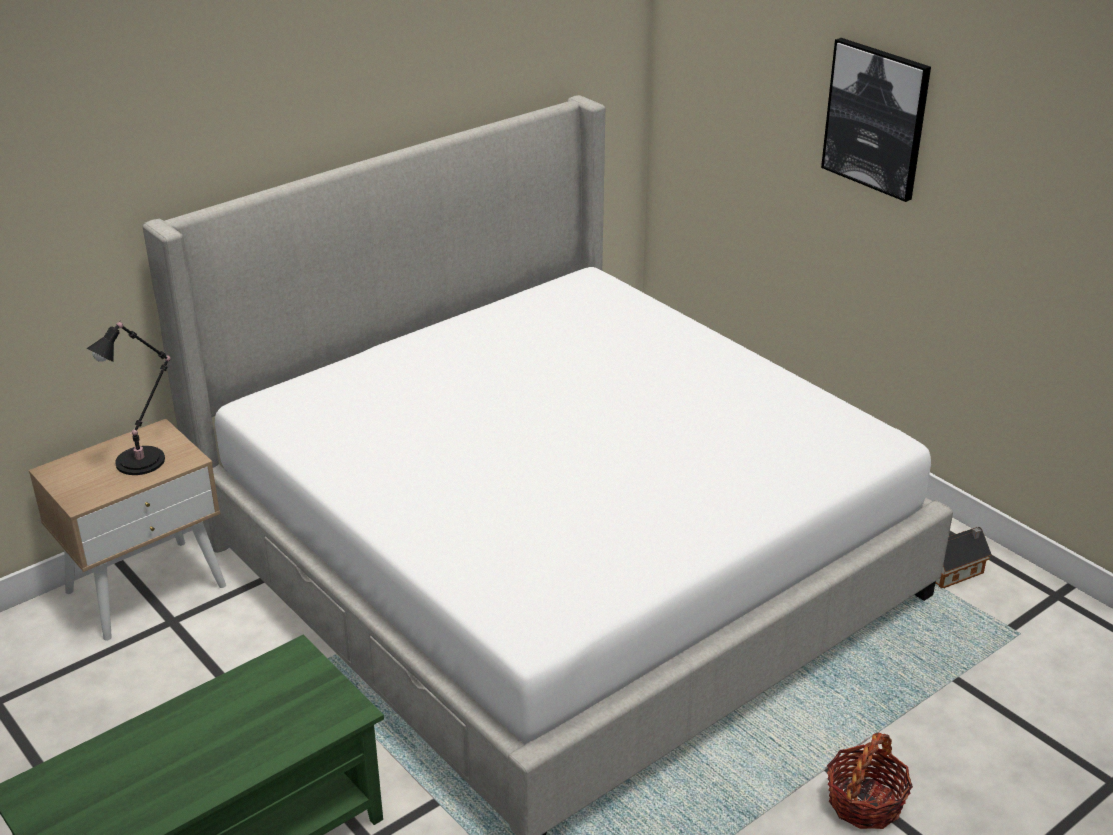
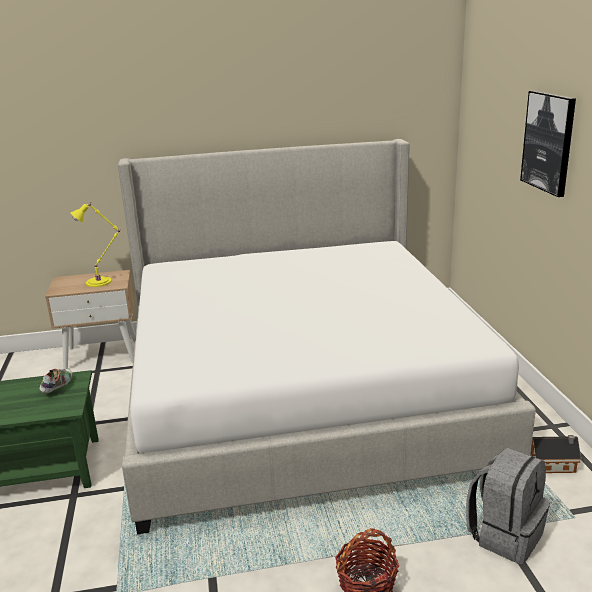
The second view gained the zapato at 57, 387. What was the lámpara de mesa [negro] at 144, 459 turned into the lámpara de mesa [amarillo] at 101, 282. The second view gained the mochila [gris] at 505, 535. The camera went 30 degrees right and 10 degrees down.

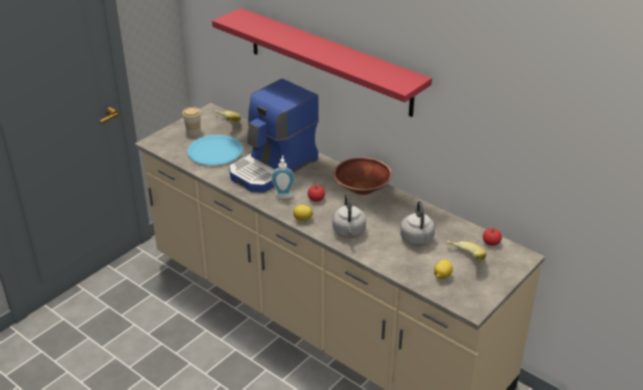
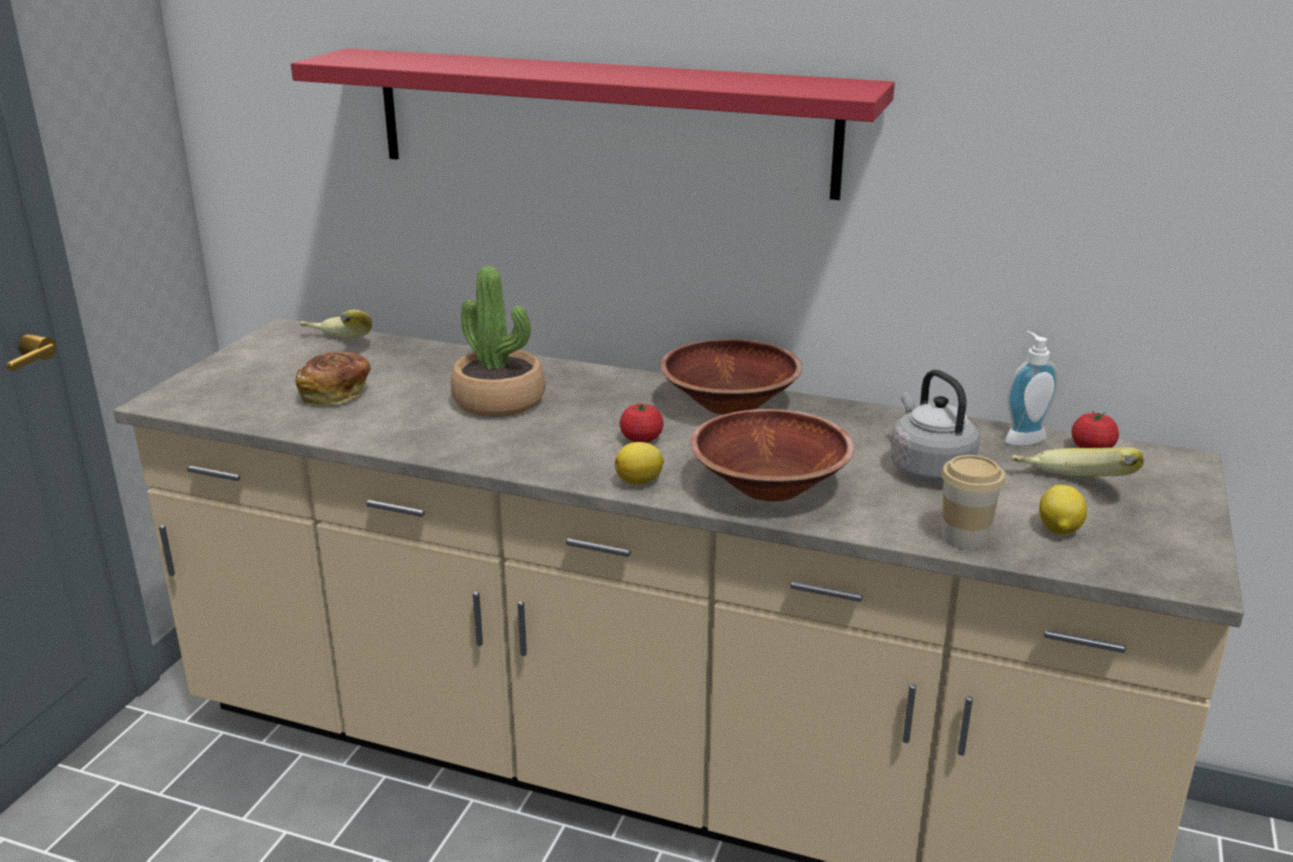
Where the plato [azul] stood at 215, 151, the pan came to stand at 336, 394. Where the cafetera stood at 274, 168, the planta en maceta came to stand at 499, 401. Where the hervidor [gris] stood at 349, 232, the cuenco [marrón] came to stand at 770, 487. The taza ended up elsewhere, having gone from 193, 132 to 964, 537. The dispensador de jabón ended up elsewhere, having gone from 283, 195 to 1021, 438. The camera went 20 degrees left and 10 degrees down.

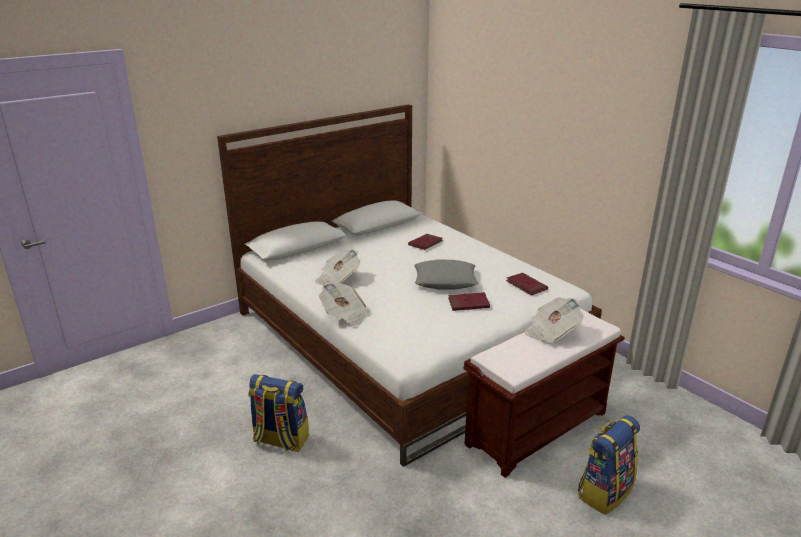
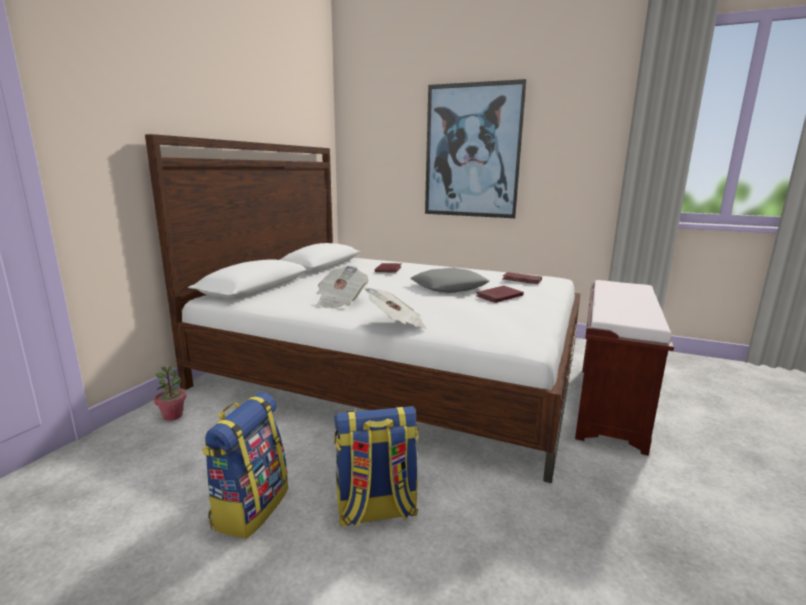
The second view gained the planta en maceta at 173, 416. The mochila ended up elsewhere, having gone from 604, 491 to 250, 507. The second view gained the cuadro at 472, 151. The second view lost the periódico at 551, 332. The camera went 30 degrees left and 10 degrees down.

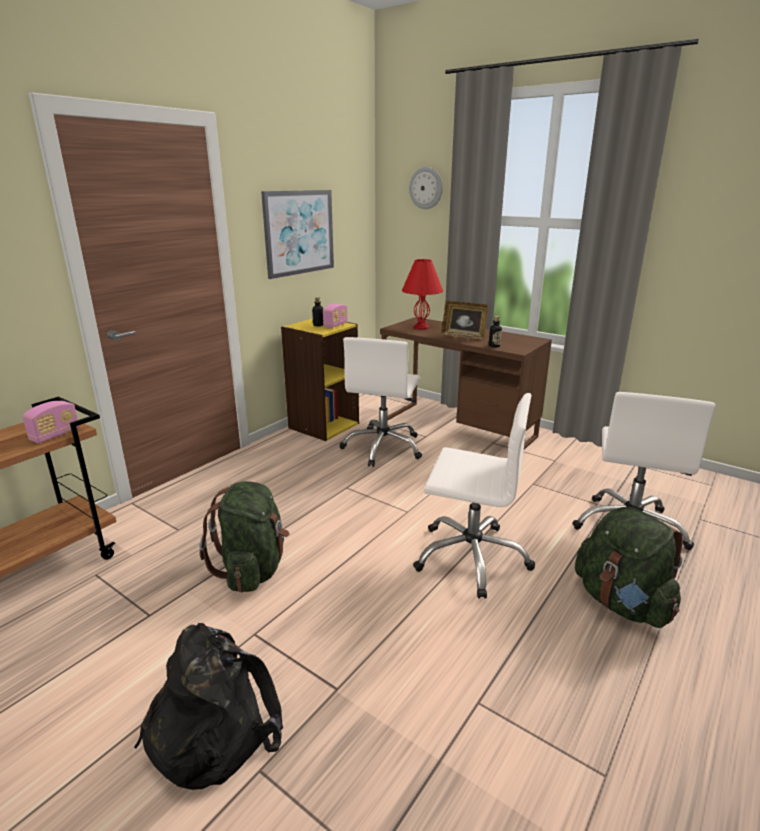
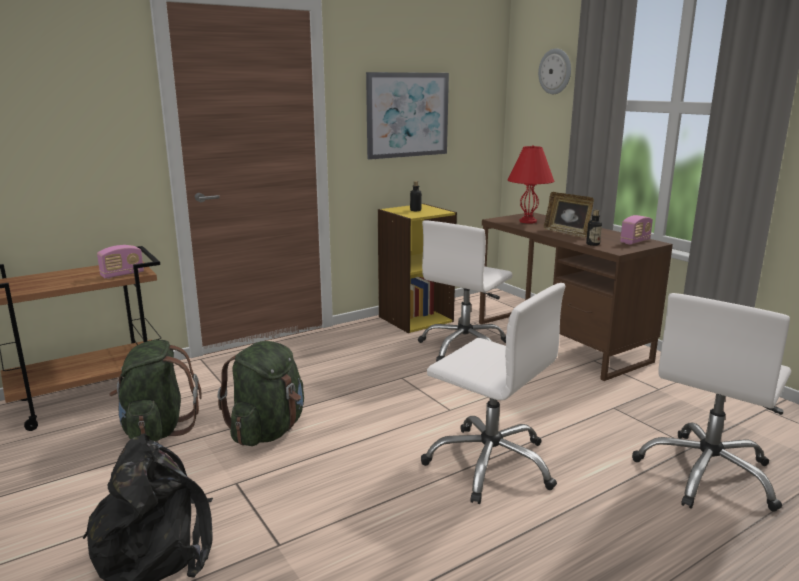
The mochila [verde] ended up elsewhere, having gone from 622, 603 to 157, 429. The radio ended up elsewhere, having gone from 335, 325 to 635, 242. The camera went 20 degrees right and 5 degrees down.

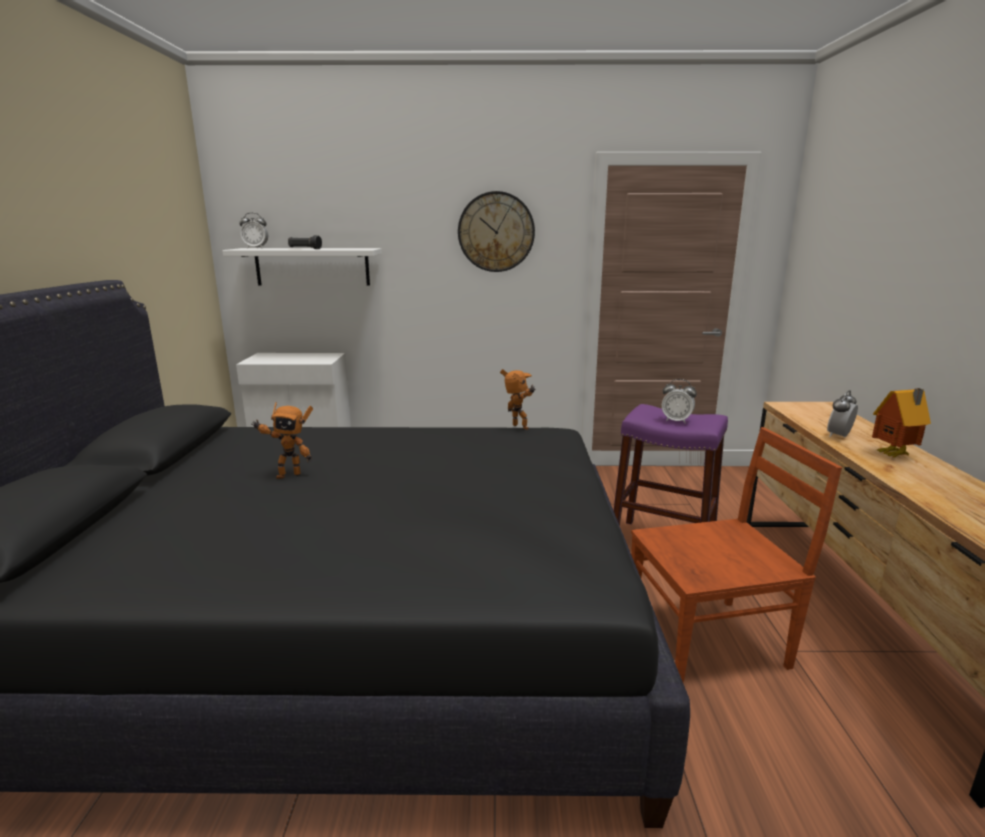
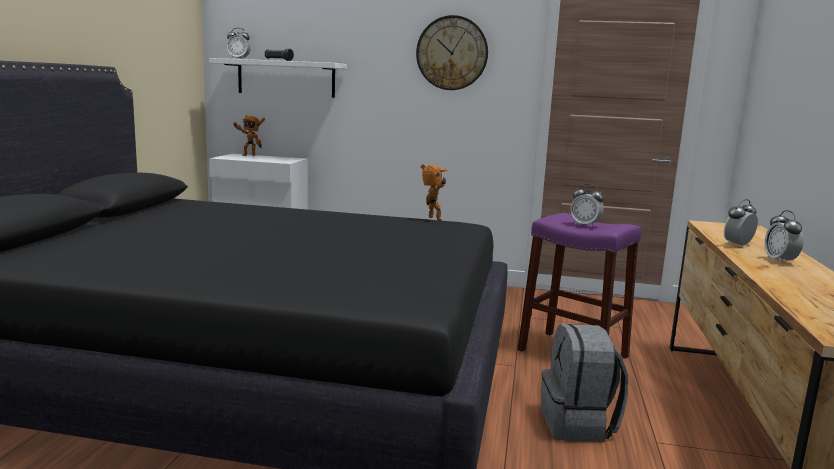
The robot de juguete ended up elsewhere, having gone from 288, 475 to 248, 155. Where the silla [marrón] stood at 709, 640, the mochila [gris] came to stand at 578, 424. Where the casita stood at 894, 455, the despertador came to stand at 780, 261. The camera went 10 degrees right and 5 degrees down.

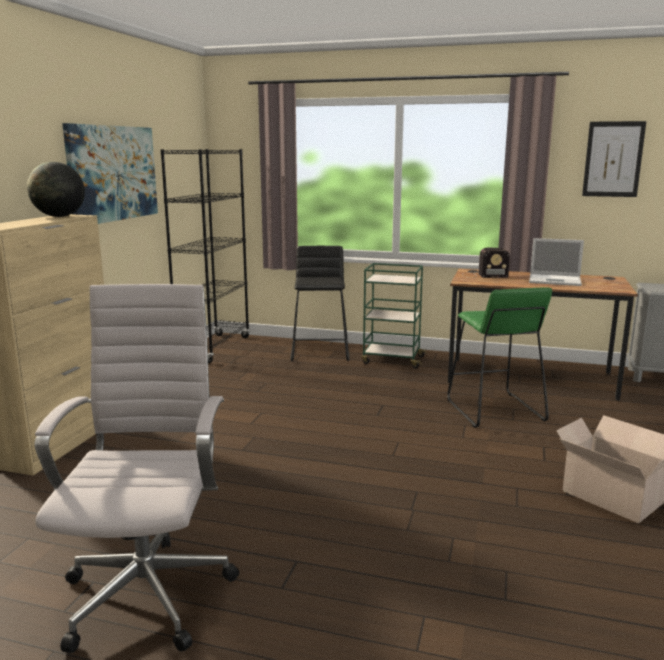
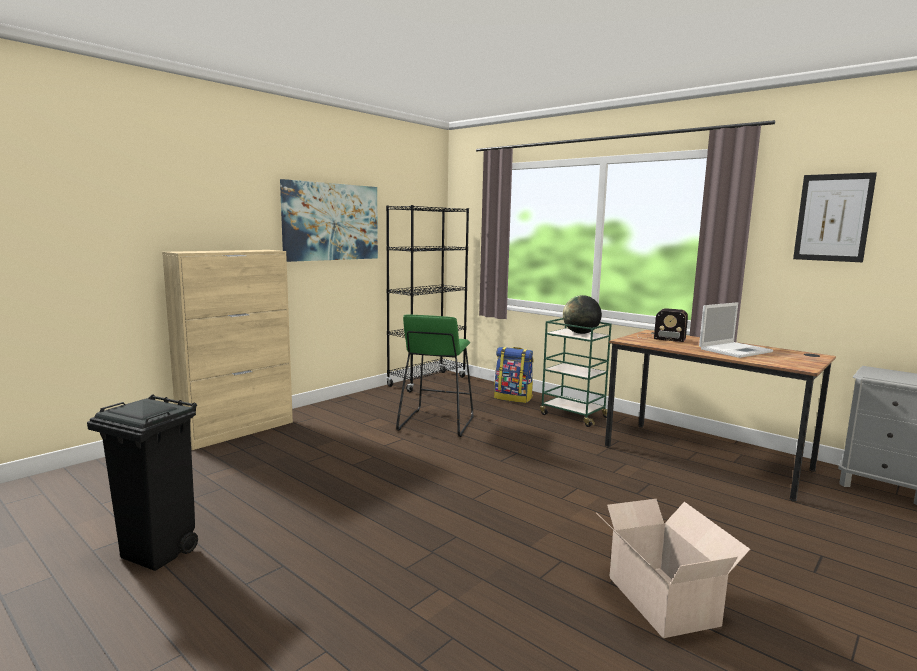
Where the silla de oficina [blanco] stood at 150, 590, the papelera [negro] came to stand at 158, 553. The taburete [verde] ended up elsewhere, having gone from 493, 410 to 436, 423. Where the taburete [negro] stood at 320, 352, the mochila came to stand at 513, 398. The globo terráqueo ended up elsewhere, having gone from 59, 216 to 581, 333. The portátil at 556, 280 ended up facing another way, 75 degrees counterclockwise from before. The camera went 25 degrees right and 5 degrees down.

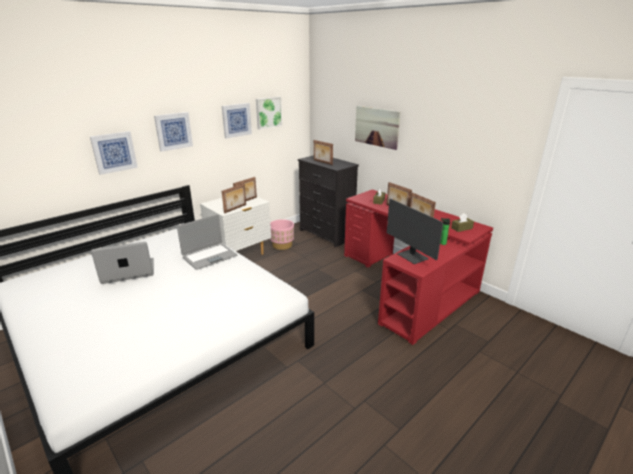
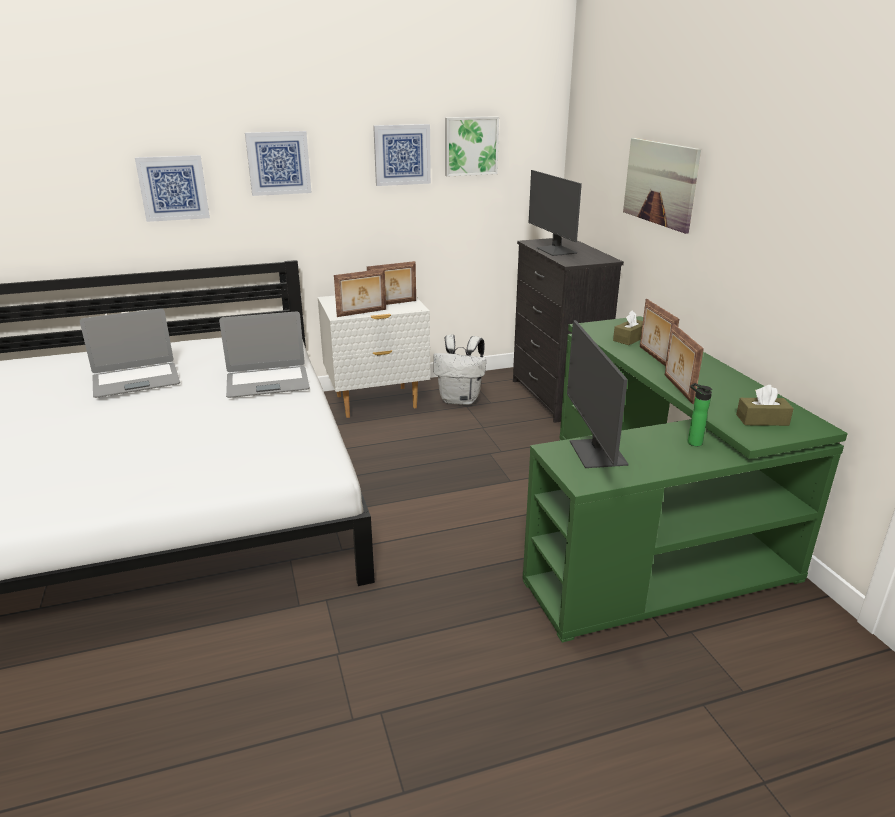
The portátil at 128, 272 ended up facing another way, 150 degrees clockwise from before. Where the maceta [rosa] stood at 282, 245, the mochila [blanco] came to stand at 460, 400. What was the escritorio [rojo] at 409, 284 turned into the escritorio [verde] at 651, 524. Where the portarretratos stood at 322, 162, the monitor came to stand at 555, 251. The camera went 25 degrees right and 0 degrees up.

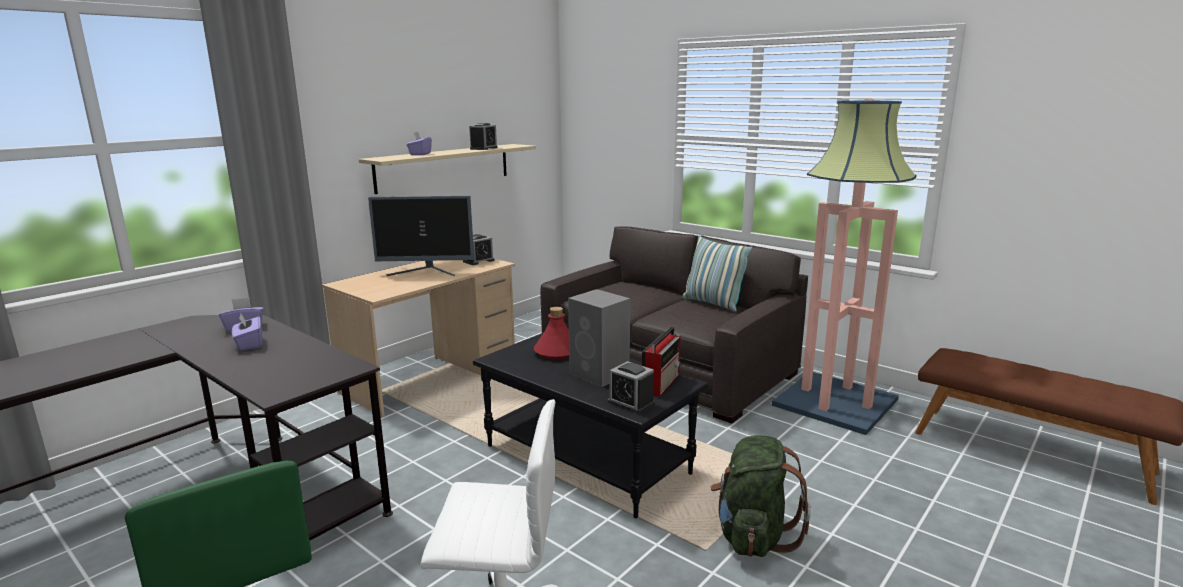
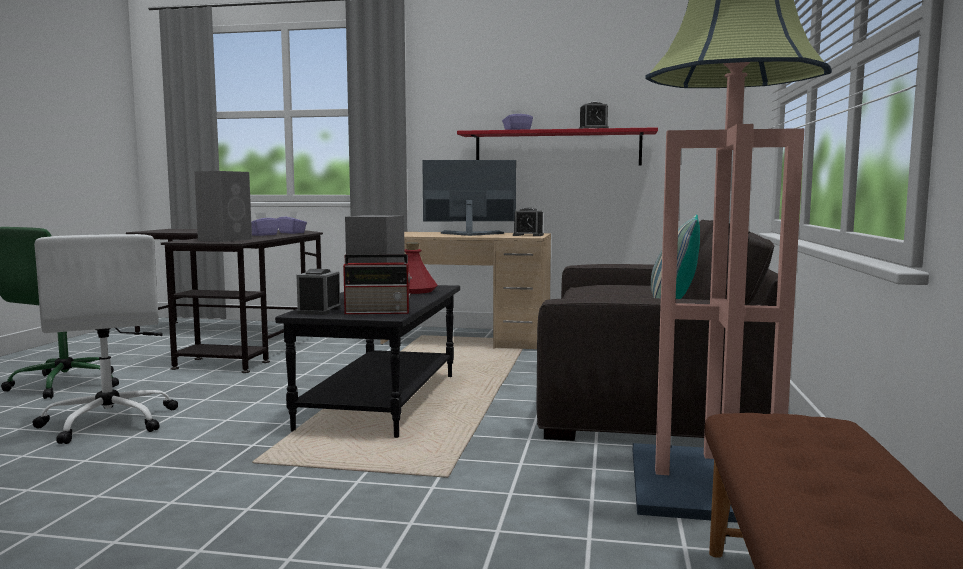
The second view gained the altavoz [gris] at 226, 240. The monitor at 426, 272 ended up facing another way, 120 degrees clockwise from before. What was the estante [beis] at 444, 167 turned into the estante [rojo] at 557, 149. The second view lost the mochila [verde] at 753, 536. The camera went 60 degrees right and 10 degrees down.

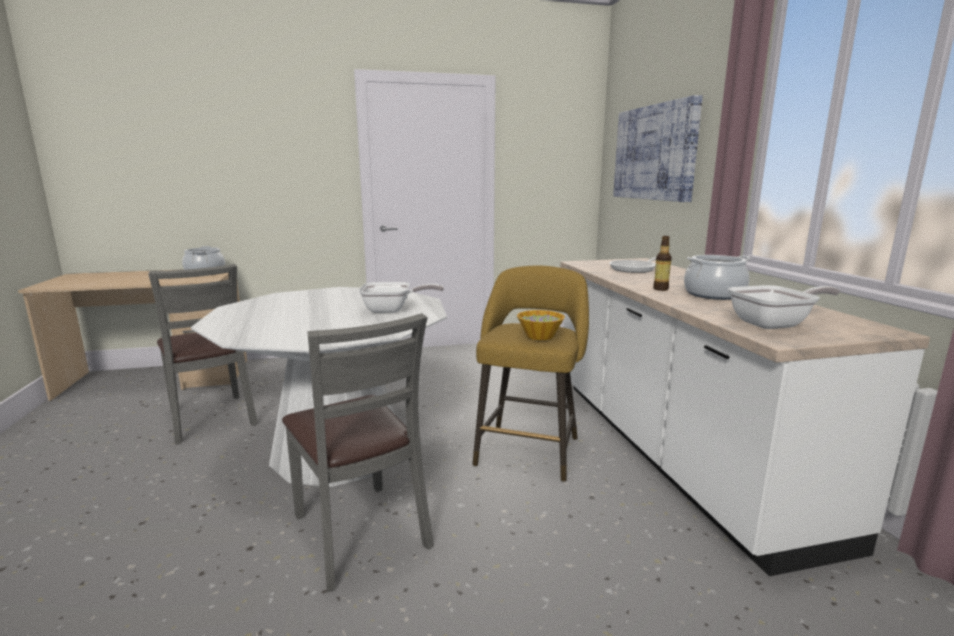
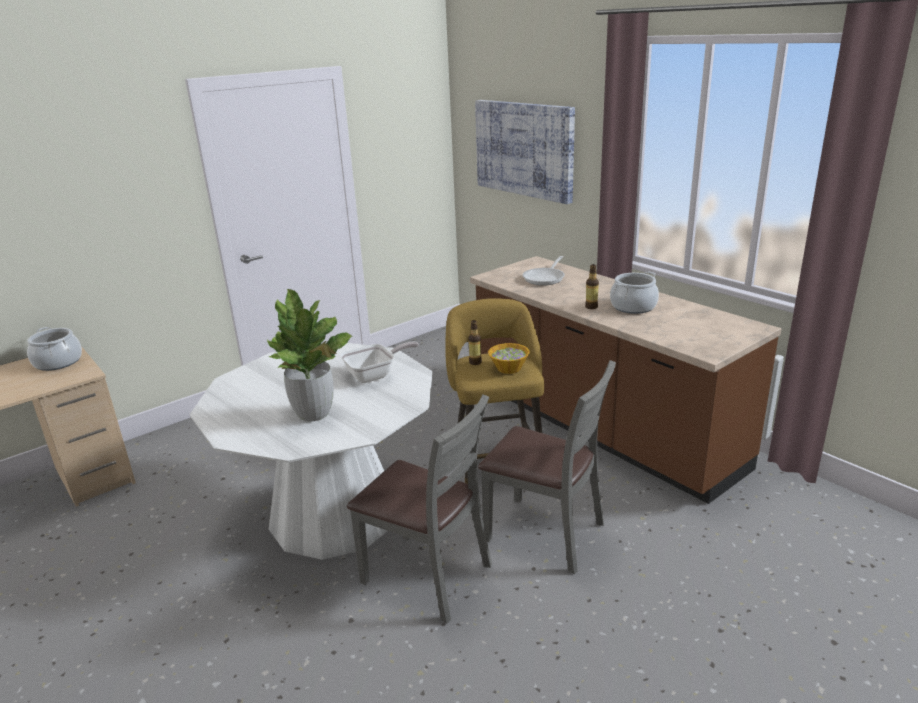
The second view gained the planta en maceta at 314, 414. The second view gained the botella at 475, 362. What was the mueble bajo de cocina [blanco] at 670, 450 turned into the mueble bajo de cocina [marrón] at 601, 428. The silla [gris] ended up elsewhere, having gone from 211, 418 to 546, 533. The second view lost the sartén at 775, 324. The camera went 25 degrees left and 10 degrees up.

